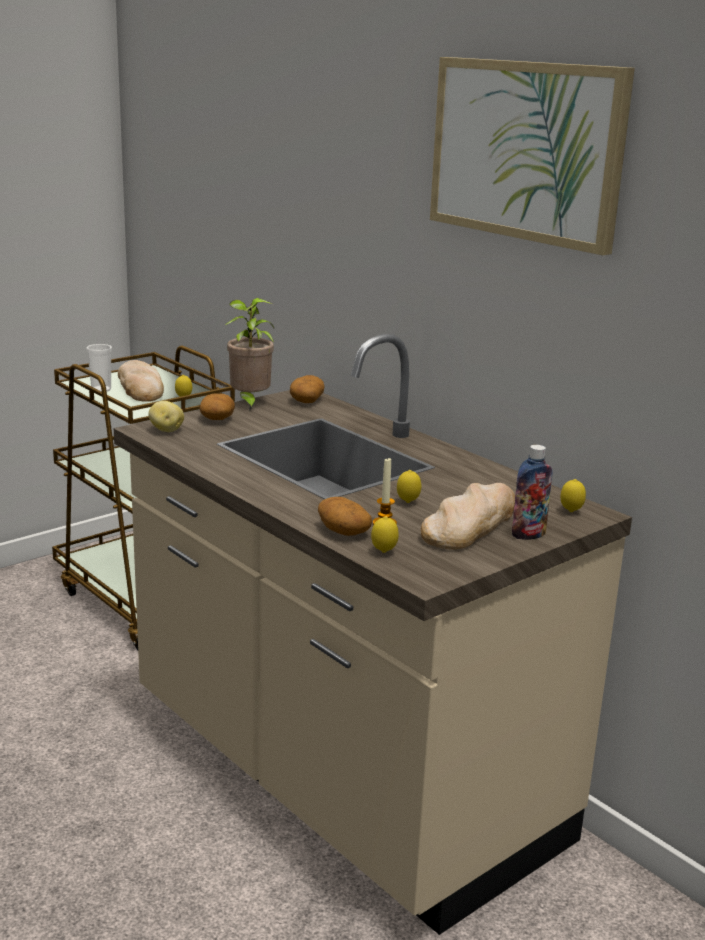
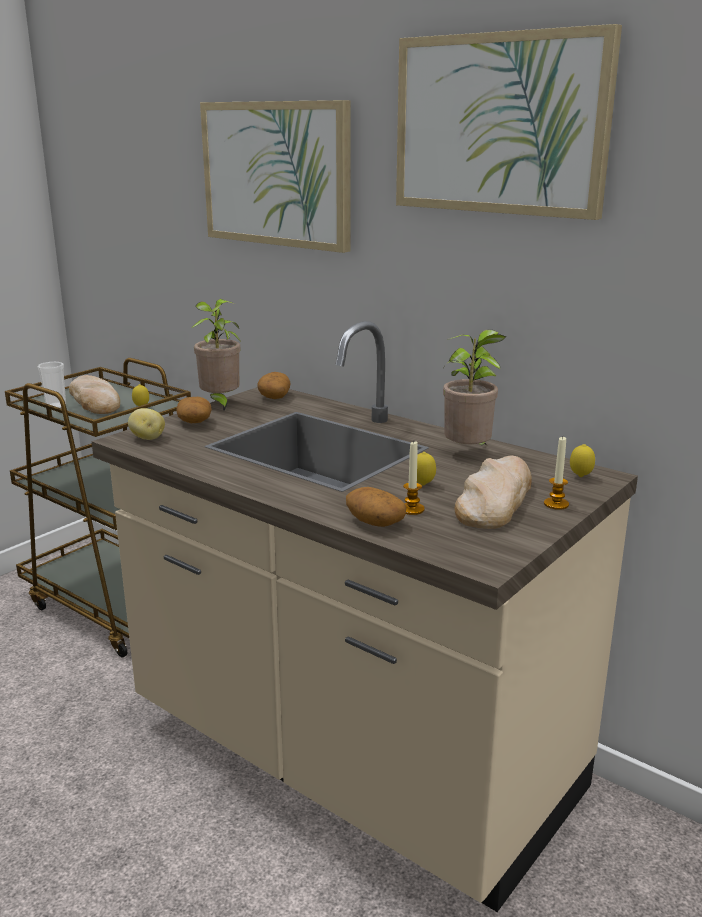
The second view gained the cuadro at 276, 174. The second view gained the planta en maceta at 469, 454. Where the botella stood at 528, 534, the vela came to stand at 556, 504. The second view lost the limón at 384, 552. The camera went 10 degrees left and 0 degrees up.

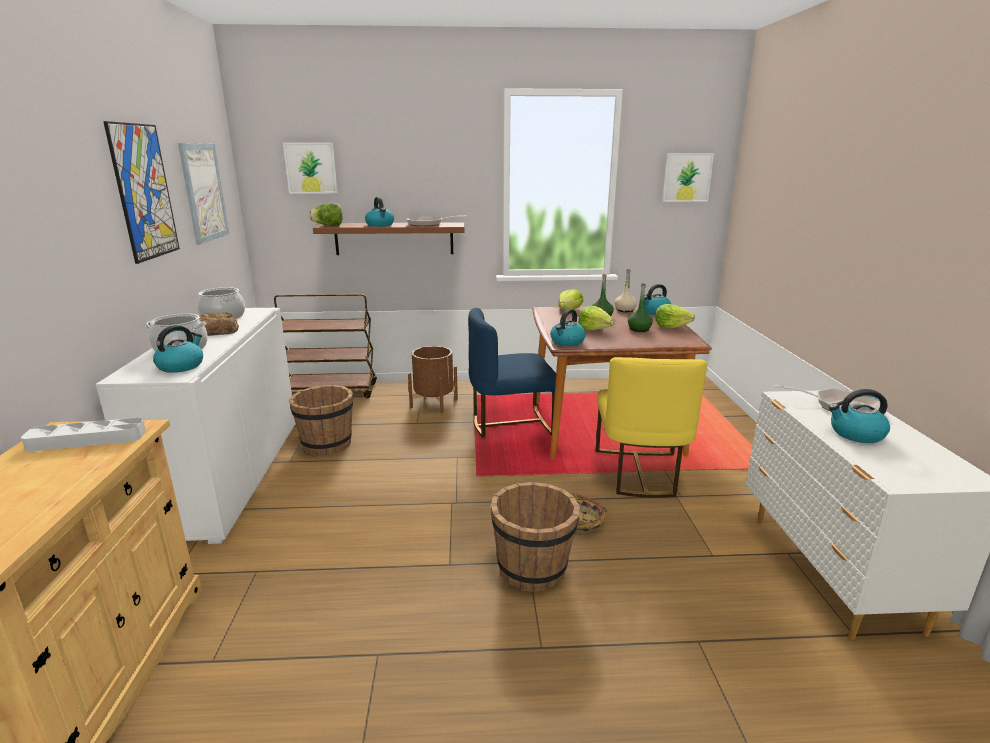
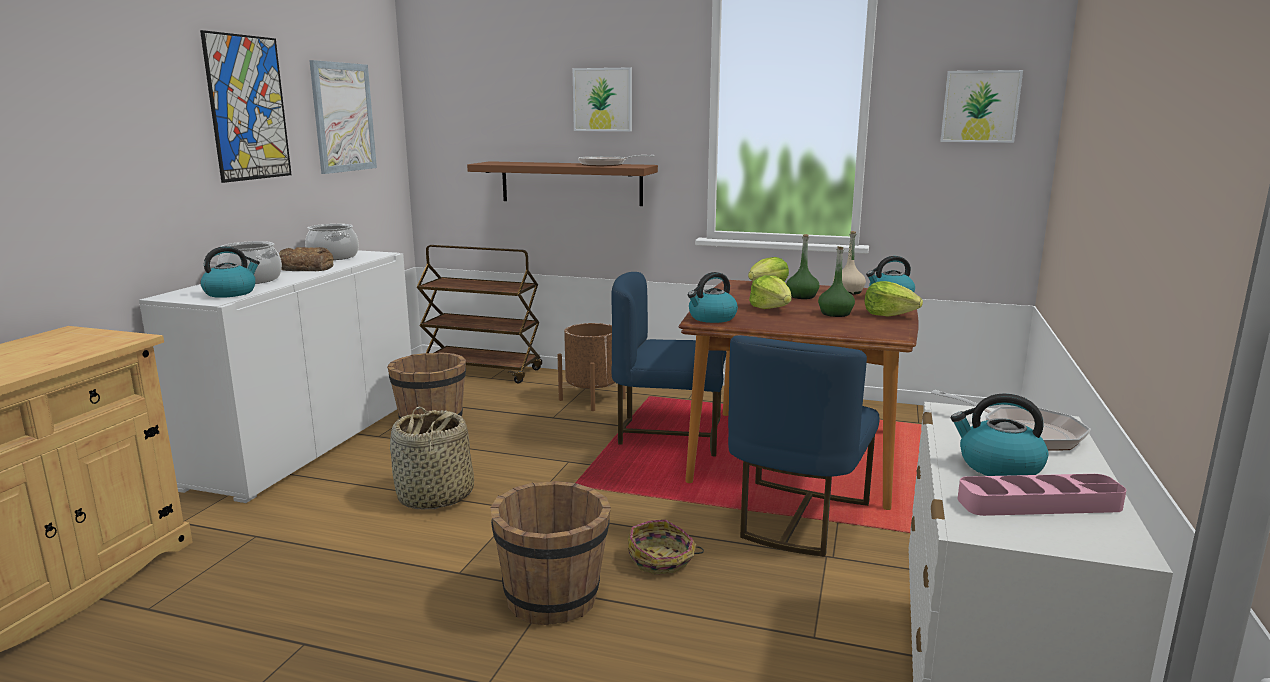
The second view gained the cesta at 434, 497. The cuadro ended up elsewhere, having gone from 311, 168 to 602, 99. What was the silla [amarillo] at 639, 473 turned into the silla [azul] at 796, 519. The second view gained the bandeja [rosa] at 1039, 503. The second view lost the bandeja [gris] at 87, 440. The second view lost the lechuga at 328, 226. The second view lost the hervidor at 380, 225. The camera went 20 degrees right and 5 degrees down.

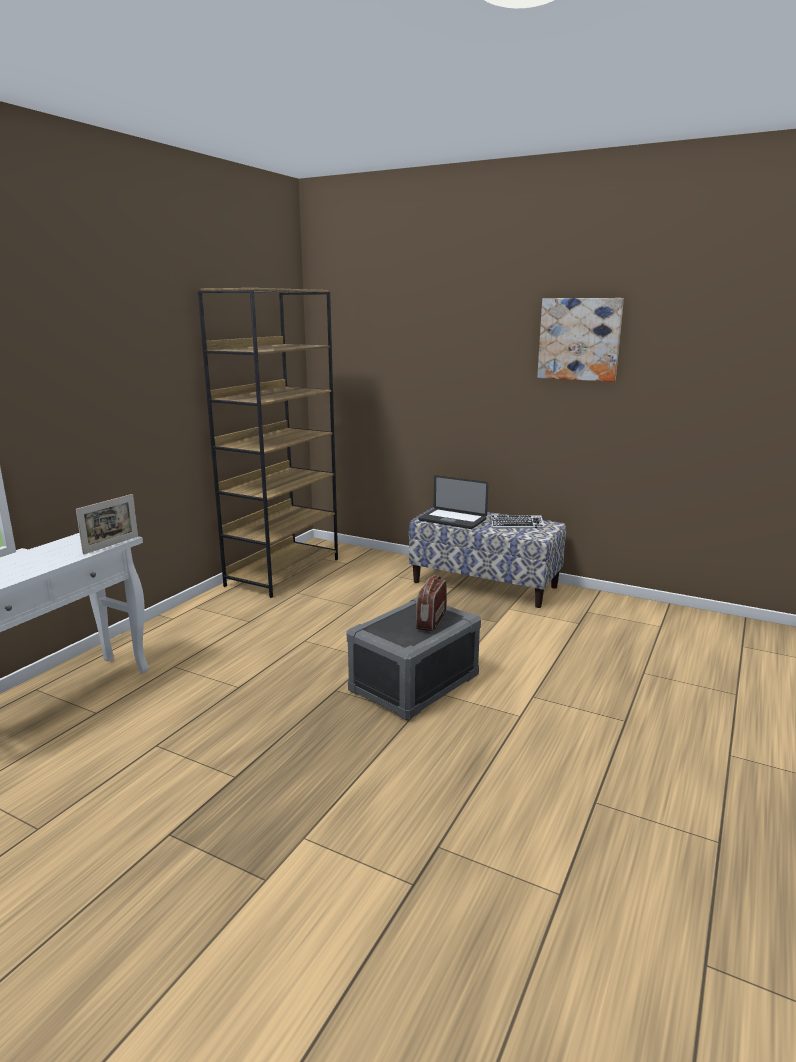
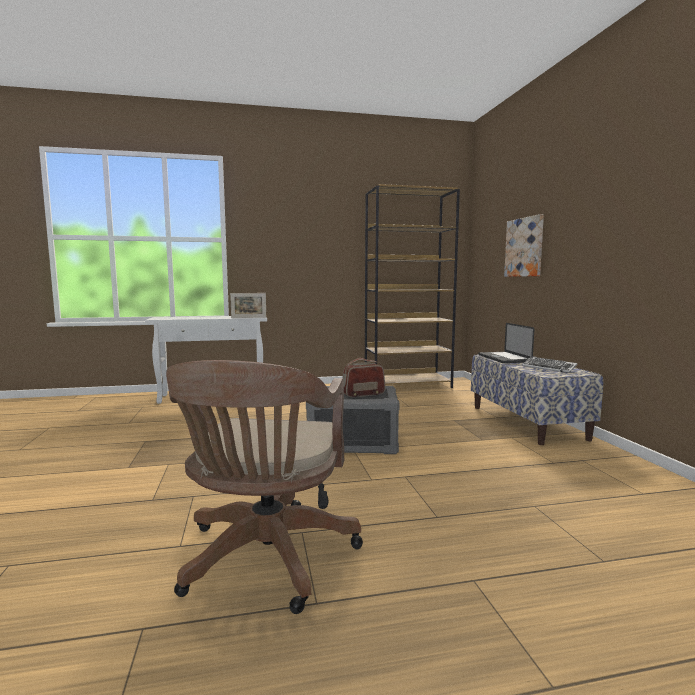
The second view gained the silla de oficina [marrón] at 265, 560. The cuadro ended up elsewhere, having gone from 579, 339 to 524, 247. The camera went 50 degrees right and 10 degrees down.

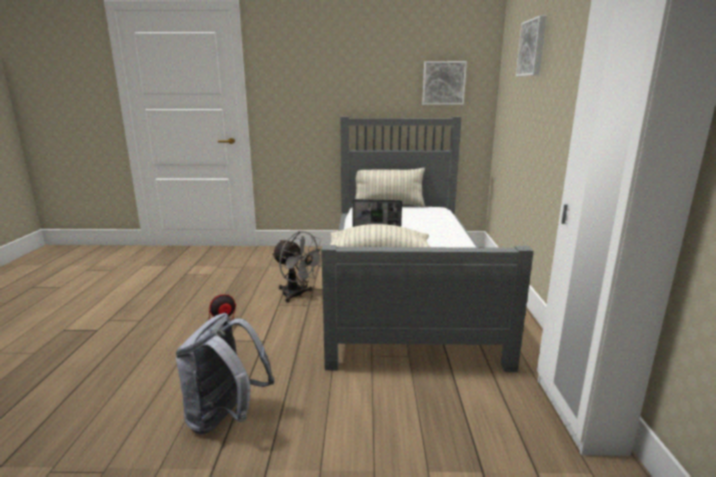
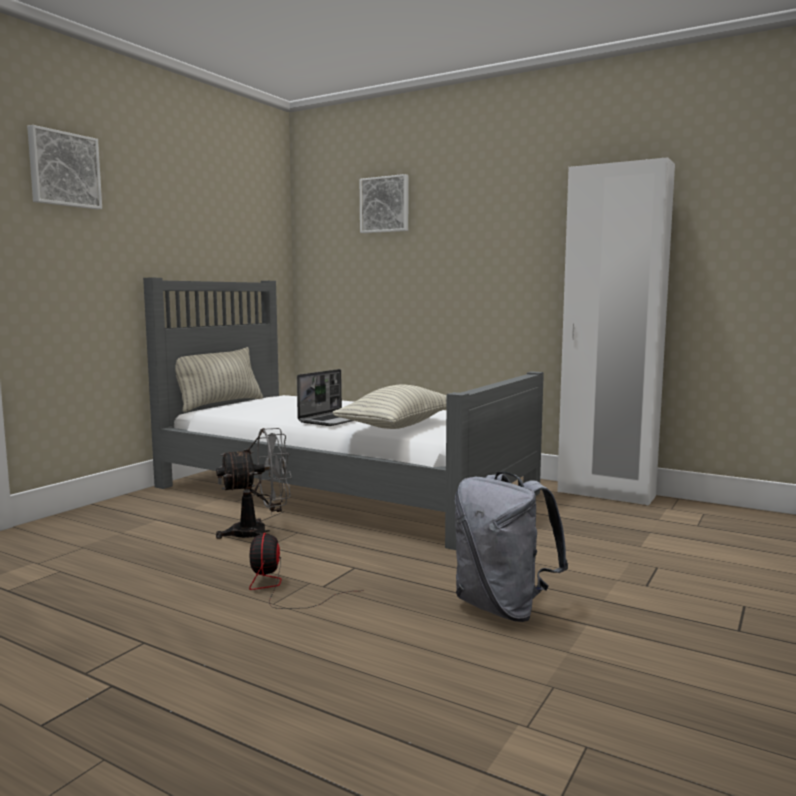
The cuadro ended up elsewhere, having gone from 443, 83 to 63, 169. The camera went 60 degrees left and 10 degrees down.

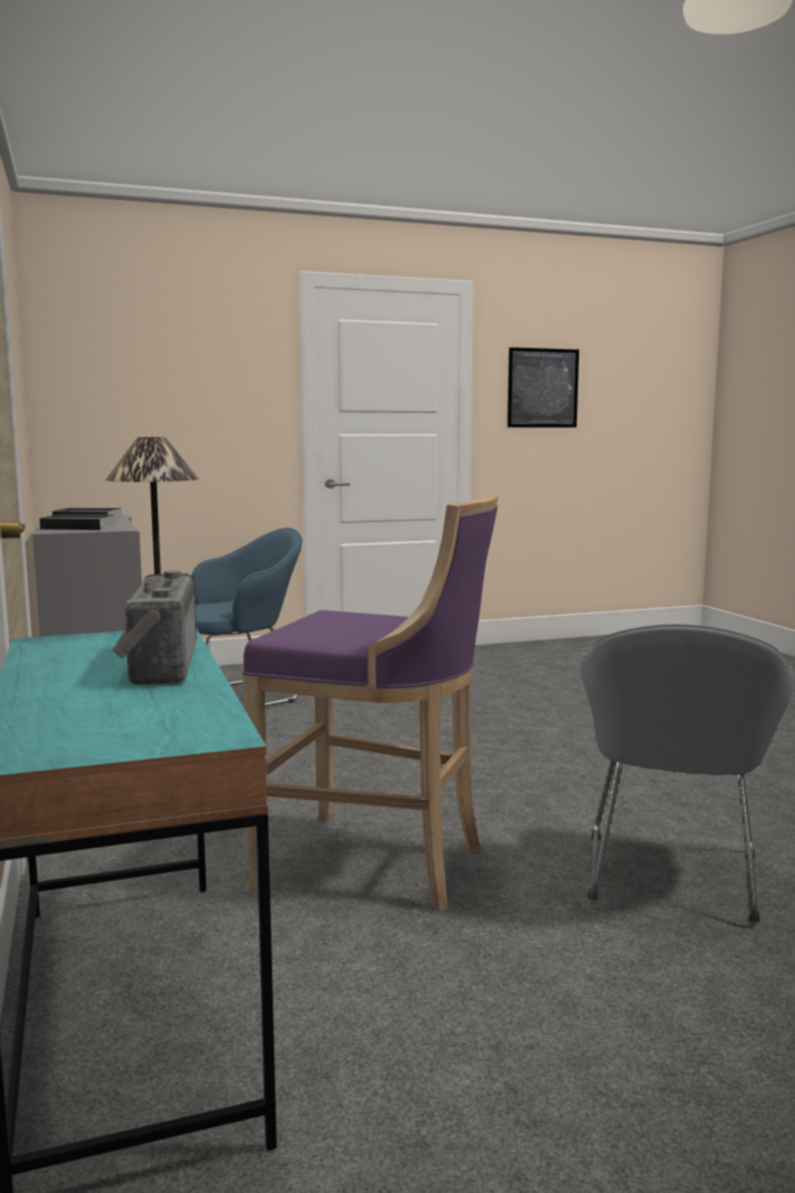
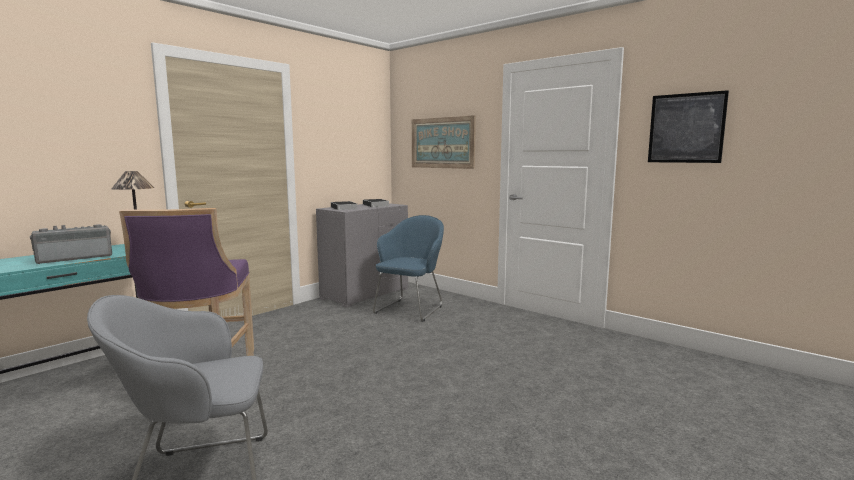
The sillón [azul] at 241, 697 ended up facing another way, 90 degrees counterclockwise from before. The second view gained the cuadro at 442, 143. The camera went 60 degrees right and 0 degrees up.

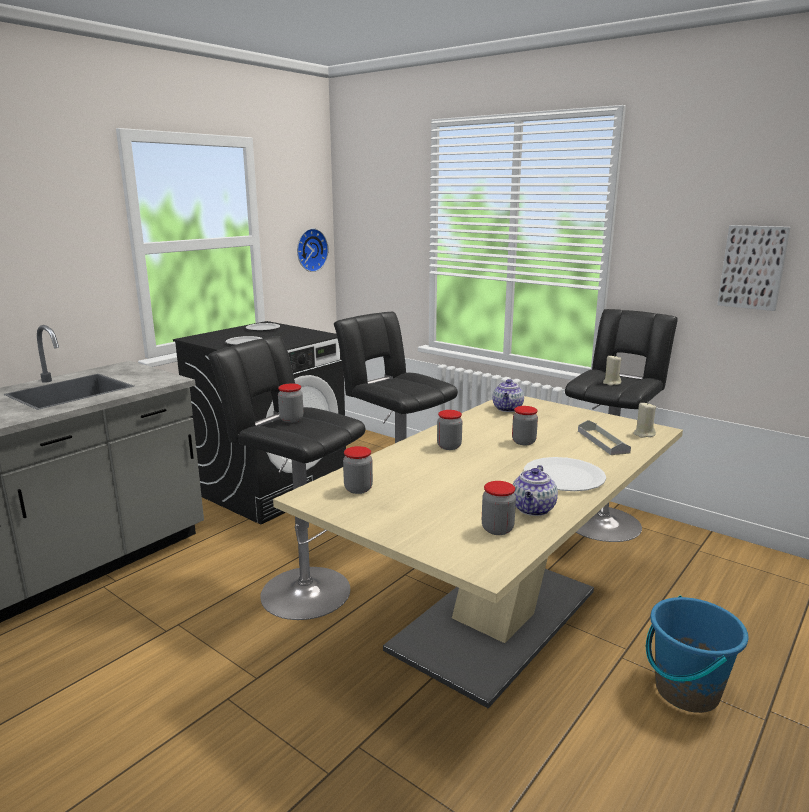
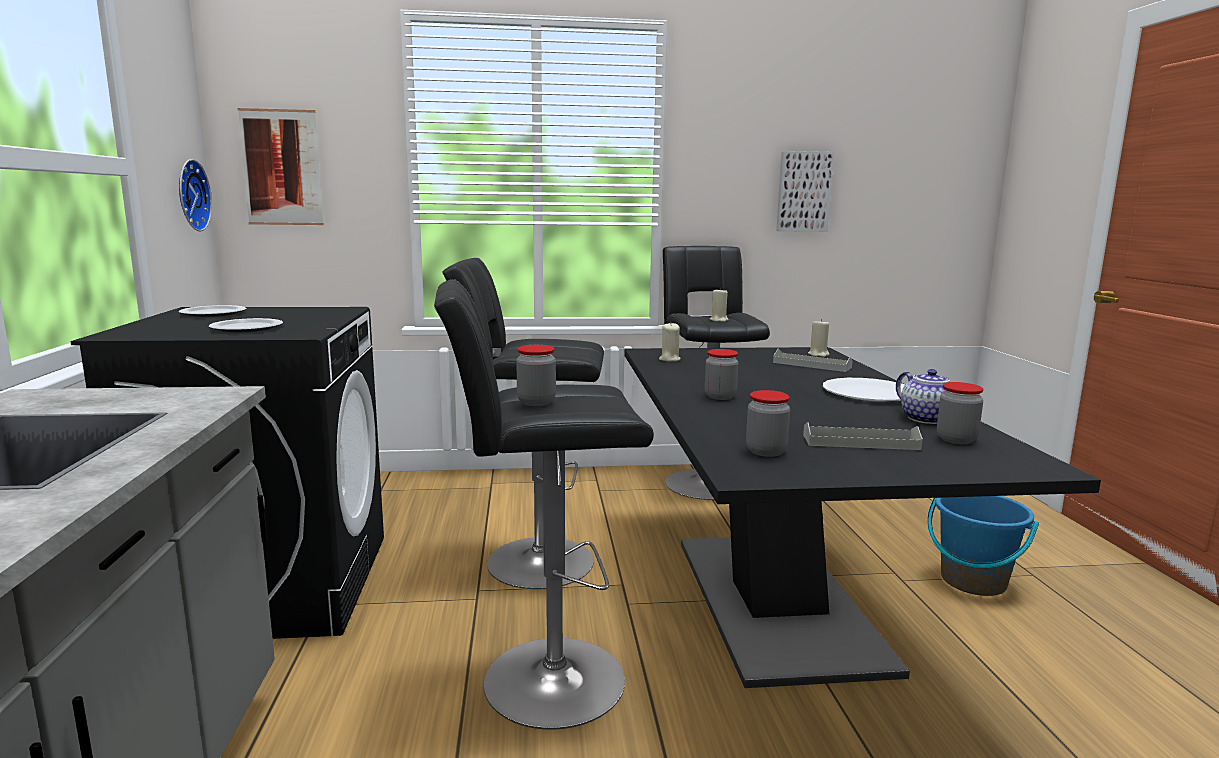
The second view gained the cuadro at 282, 168. What was the mesa de comedor [beis] at 495, 619 turned into the mesa de comedor [negro] at 776, 601. Where the tetera stood at 507, 409, the vela [beis] came to stand at 669, 359. The second view gained the bandeja [gris] at 860, 442. The second view lost the tarro at 523, 442. The camera went 45 degrees left and 5 degrees down.

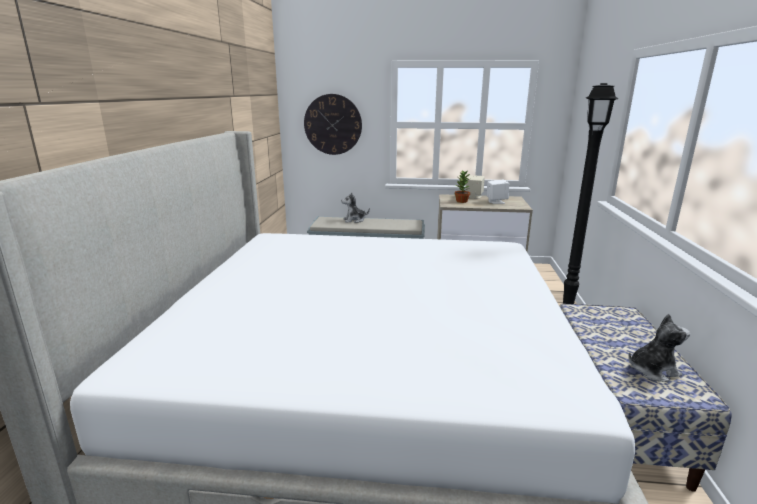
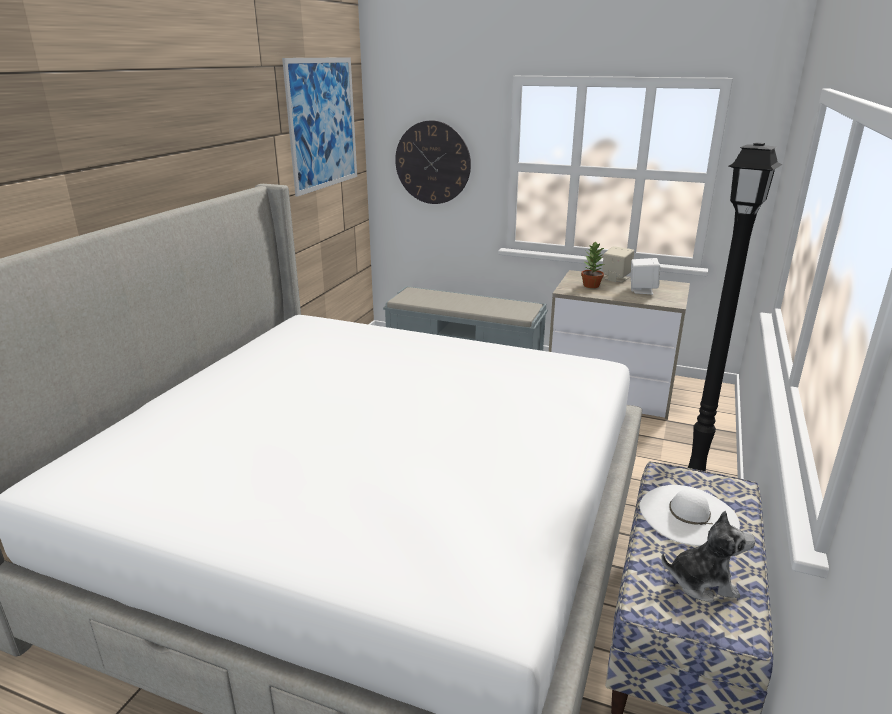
The second view gained the cuadro at 323, 124. The second view gained the sombrero [blanco] at 688, 515. The second view lost the peluche at 354, 220. The camera went 15 degrees right and 5 degrees up.

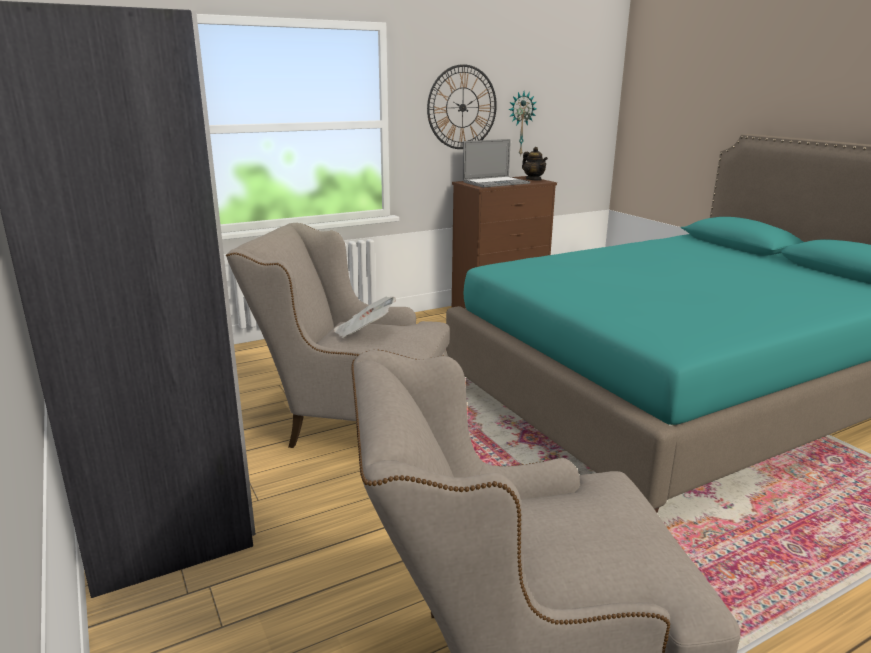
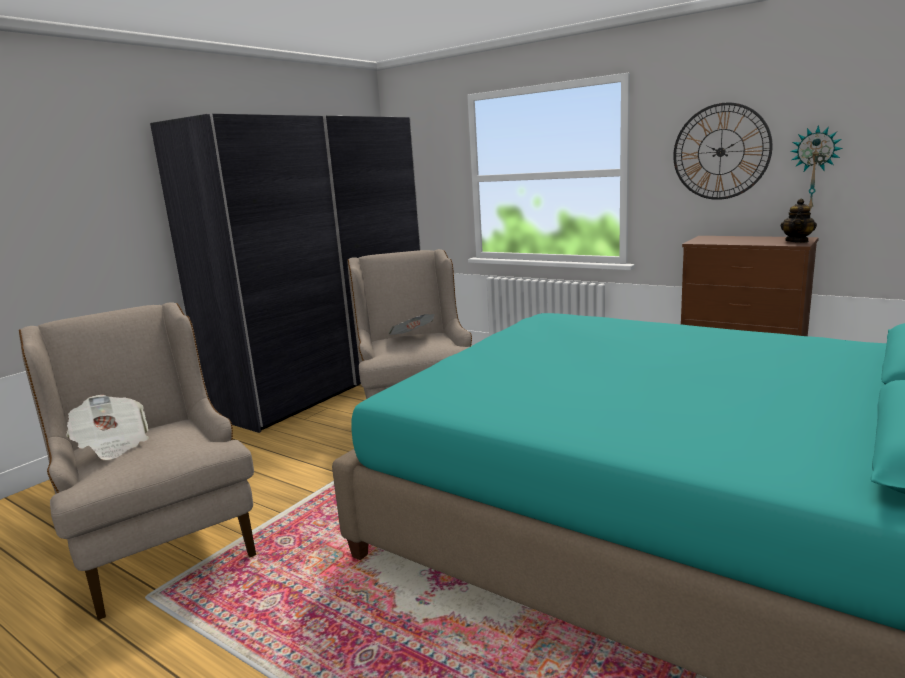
The second view gained the periódico at 113, 445. The second view lost the portátil at 496, 182. The camera went 65 degrees right and 5 degrees down.

